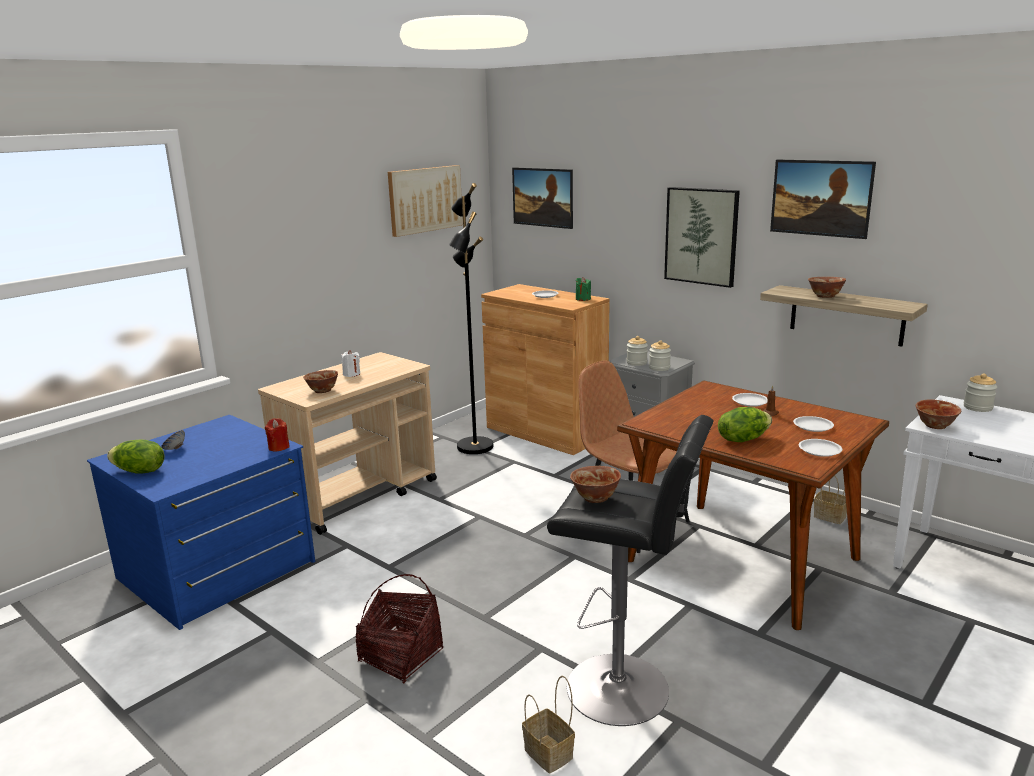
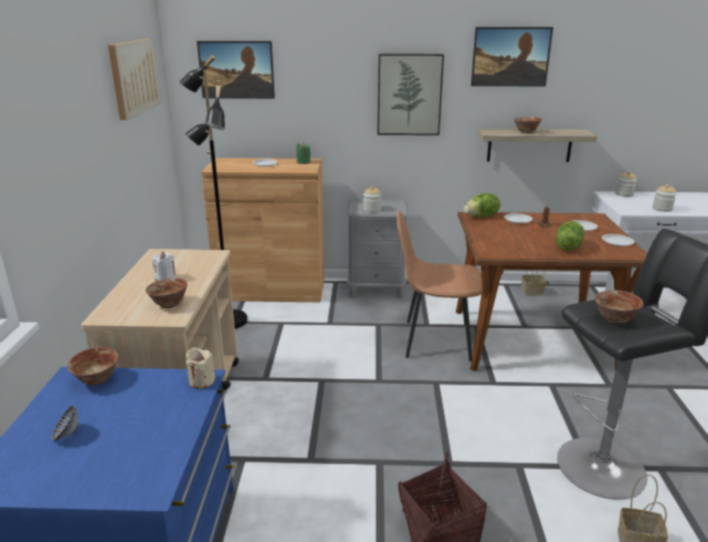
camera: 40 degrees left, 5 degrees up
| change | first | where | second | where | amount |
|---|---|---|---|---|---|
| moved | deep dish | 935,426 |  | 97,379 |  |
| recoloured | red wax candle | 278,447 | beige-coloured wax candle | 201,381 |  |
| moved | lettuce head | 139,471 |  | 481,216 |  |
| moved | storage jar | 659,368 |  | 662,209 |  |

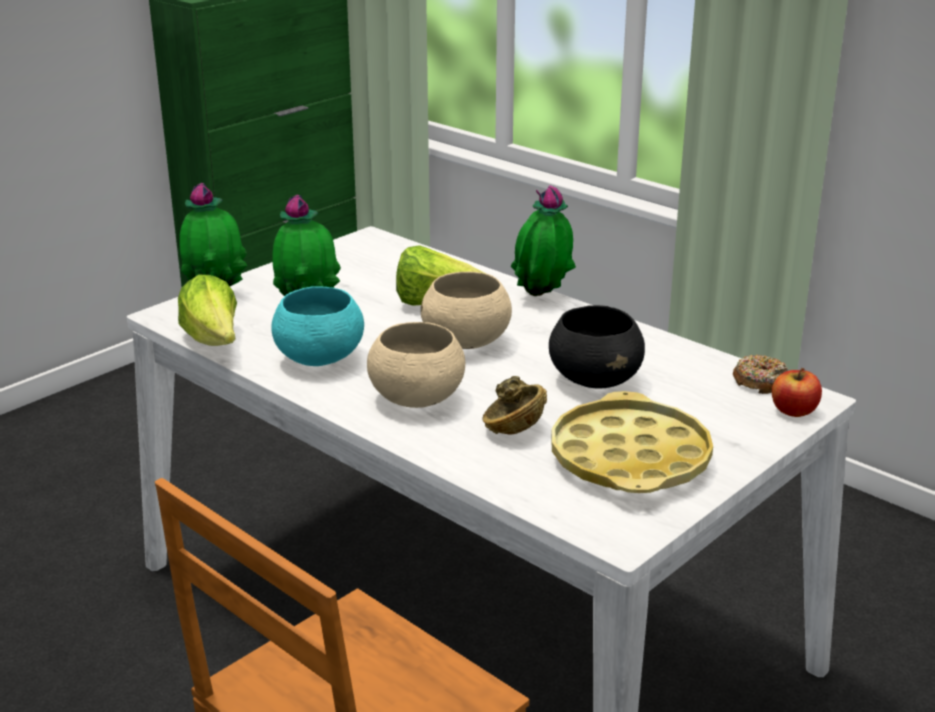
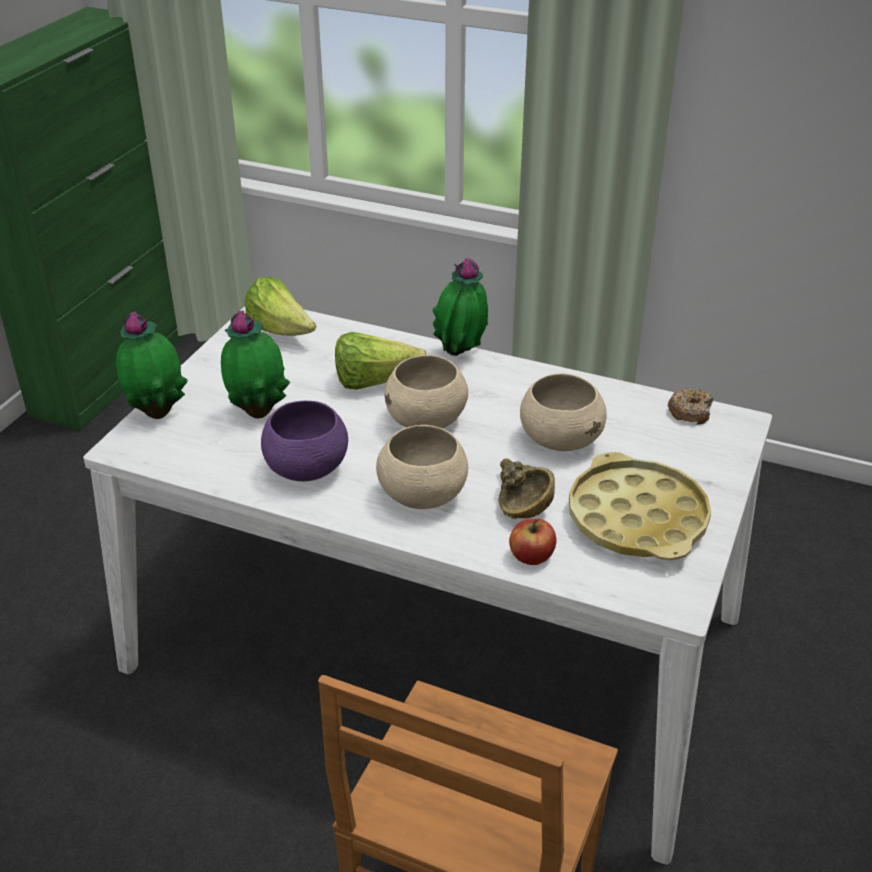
camera: 20 degrees left, 10 degrees up
| change | first | where | second | where | amount |
|---|---|---|---|---|---|
| moved | lettuce head | 214,342 |  | 281,331 |  |
| recoloured | blue-green deep dish | 319,358 | purple-coloured deep dish | 305,468 |  |
| moved | whole apple | 794,411 |  | 531,556 |  |
| recoloured | black deep dish | 595,380 | beige-coloured deep dish | 560,439 |  |

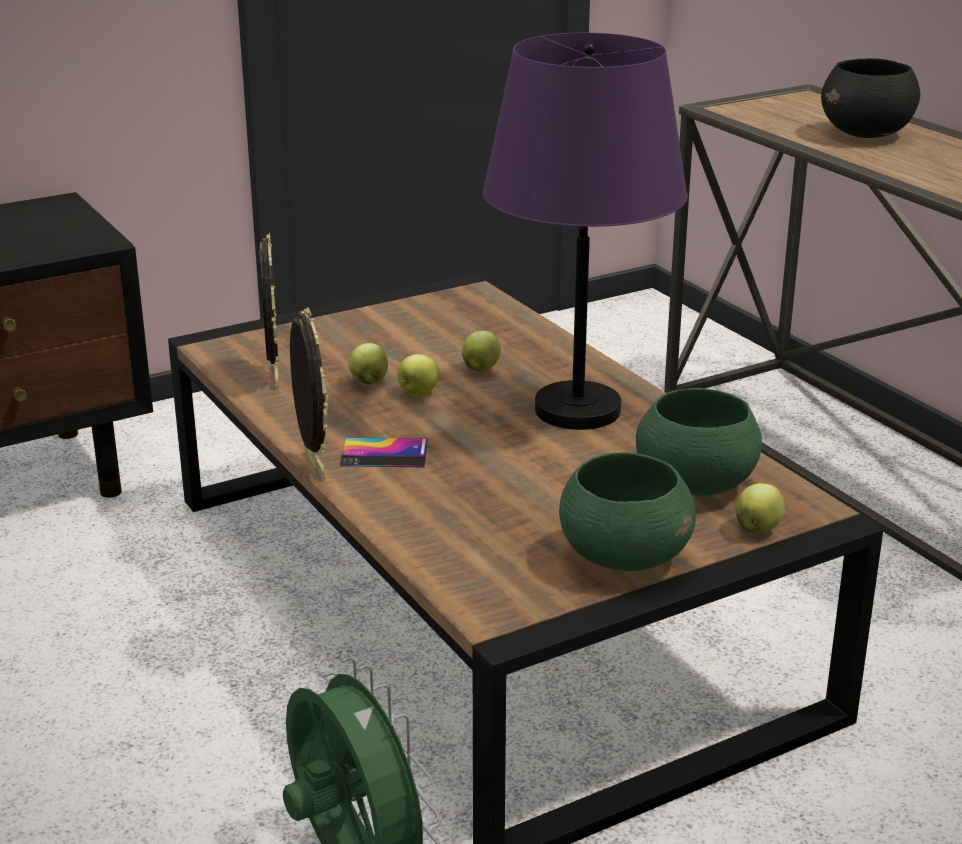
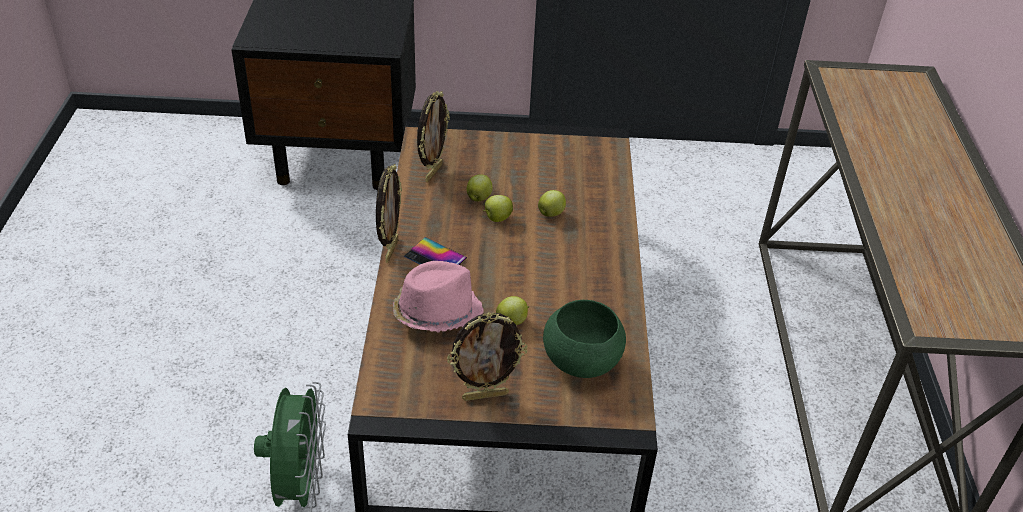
camera: 30 degrees right, 15 degrees up
| change | first | where | second | where | amount |
|---|---|---|---|---|---|
| added |  |  | pink wearable hat | 436,313 |  |
| replaced | green deep dish | 624,557 | standing frame | 485,395 |  |
| moved | whole apple | 757,529 |  | 512,321 |  |
| removed | purple-coloured lamp for a table | 578,410 |  |  |  |
| removed | black deep dish | 867,134 |  |  |  |

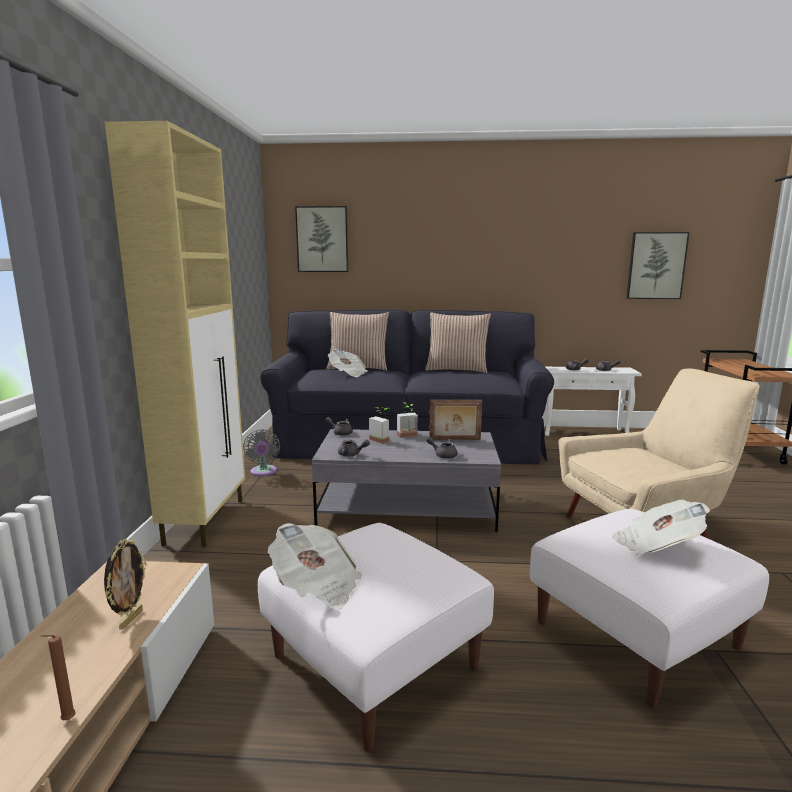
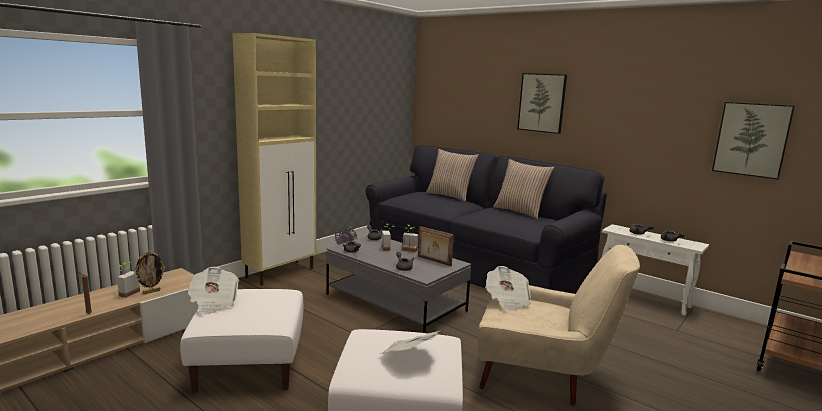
camera: 35 degrees right, 0 degrees up
| change | first | where | second | where | amount |
|---|---|---|---|---|---|
| added |  |  | plant in a pot | 126,293 |  |
| moved | printed paper | 348,373 |  | 507,300 |  |
| moved | picture | 322,239 |  | 542,103 |  |

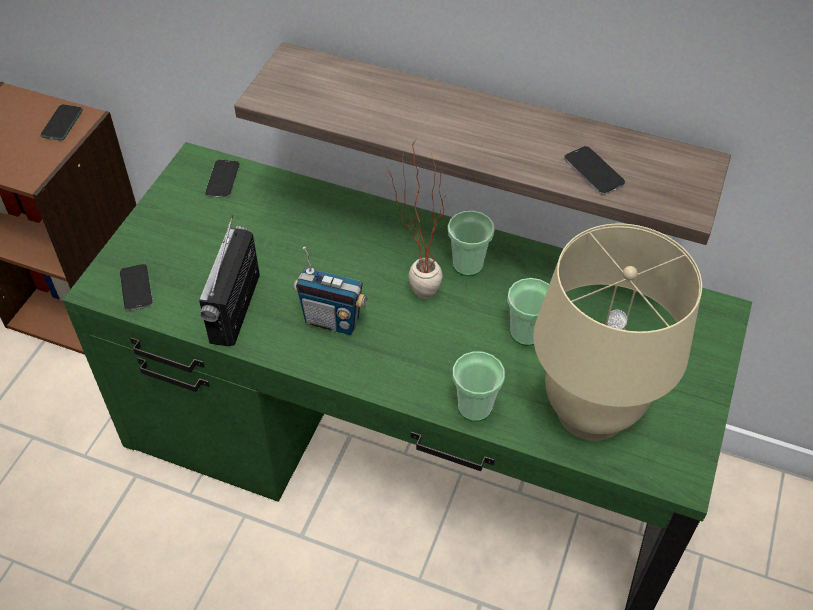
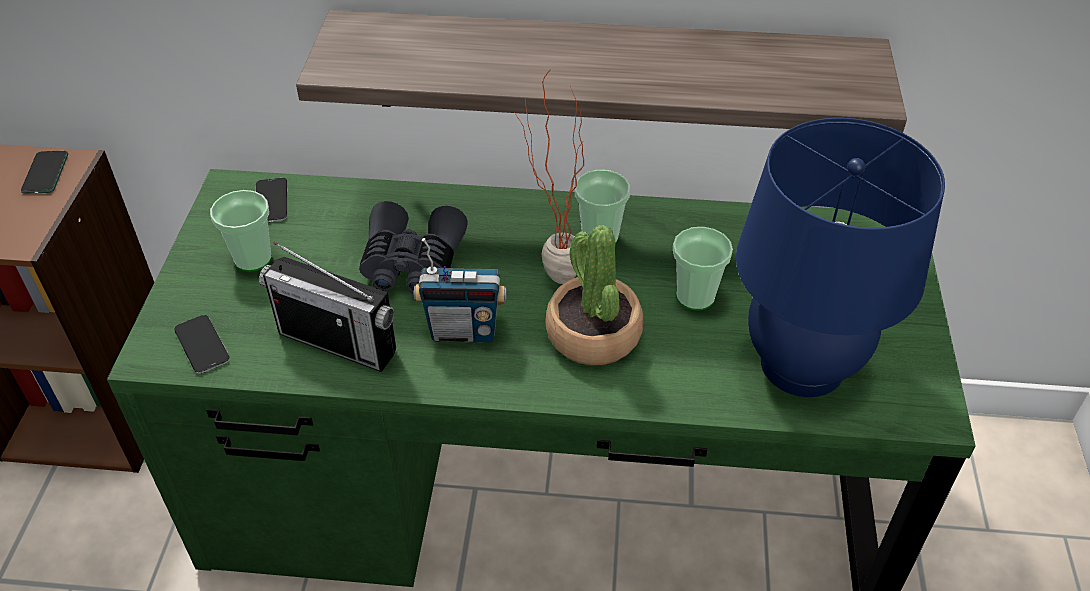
camera: 15 degrees left, 5 degrees down
| change | first | where | second | where | amount |
|---|---|---|---|---|---|
| moved | small cup | 474,407 |  | 253,259 |  |
| turned | radio receiver | 235,308 |  | 337,342 | 60 degrees counterclockwise |
| added |  |  | greyish binoculars | 411,264 |  |
| added |  |  | plant in a pot | 593,334 |  |
| recoloured | beige-coloured lamp for a table | 591,411 | bluish lamp for a table | 802,364 |  |
| removed | phone | 593,171 |  |  |  |

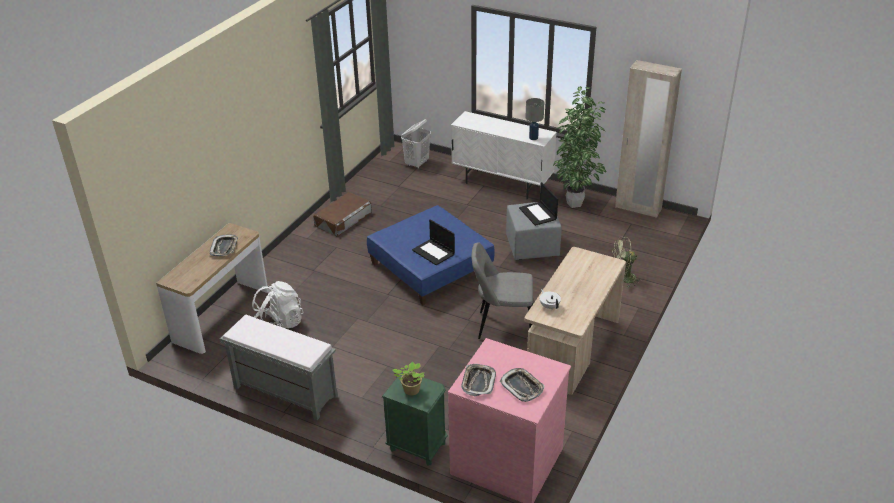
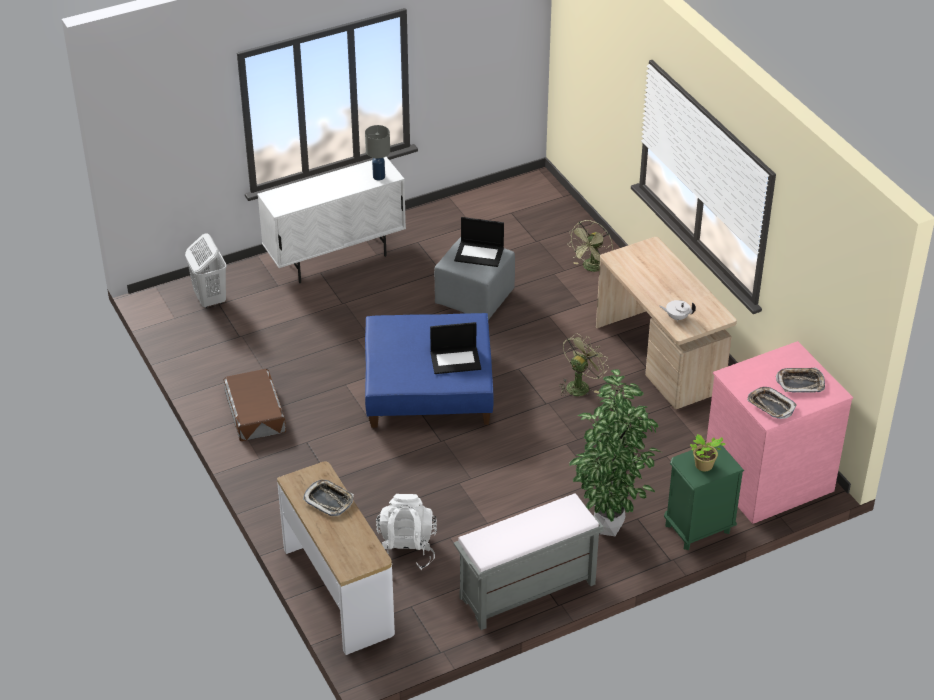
camera: 55 degrees left, 5 degrees up
| change | first | where | second | where | amount |
|---|---|---|---|---|---|
| replaced | greyish upright chair | 502,326 | green electric fan | 580,385 |  |
| moved | plant in a pot | 576,203 |  | 609,525 |  |
| removed | beige-coloured wardrobe | 638,208 |  |  |  |

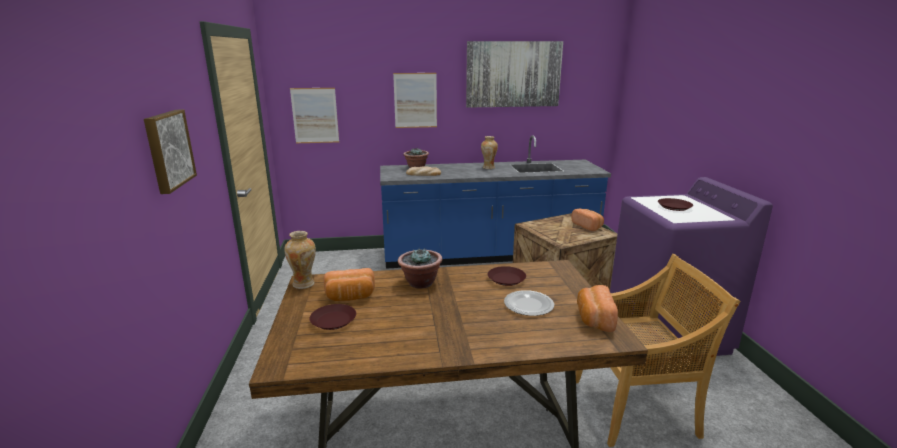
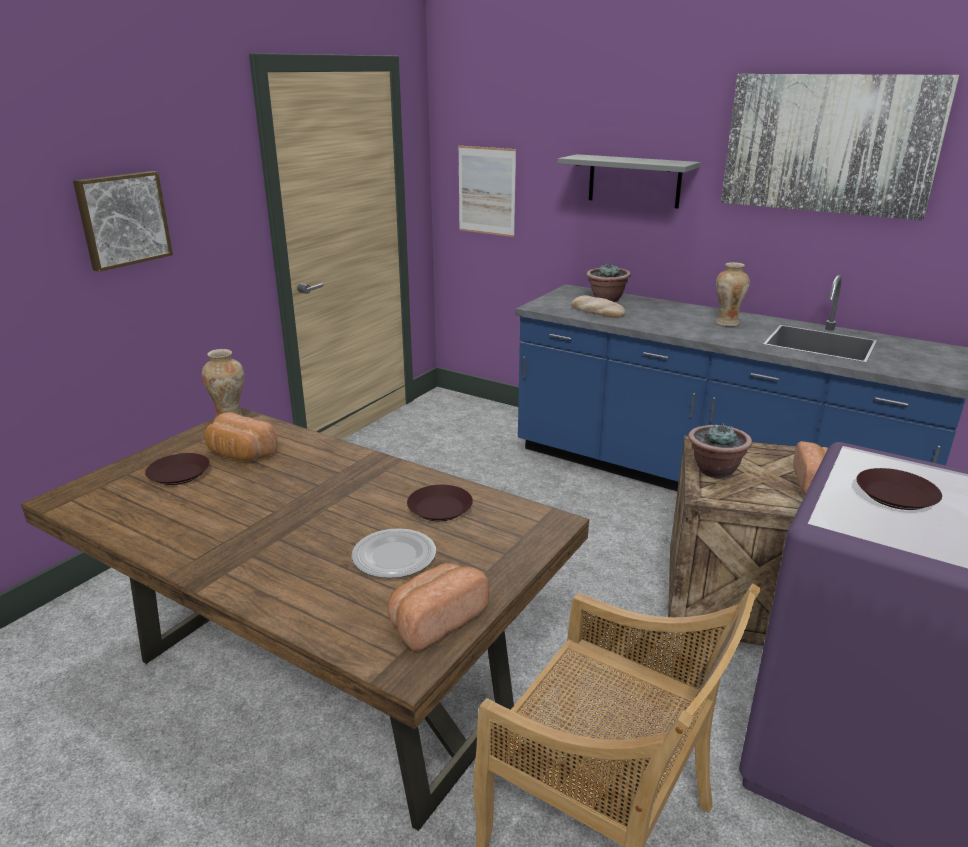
camera: 40 degrees right, 5 degrees up
| change | first | where | second | where | amount |
|---|---|---|---|---|---|
| replaced | picture | 415,100 | greyish shelf | 634,181 |  |
| moved | plant in a pot | 420,283 |  | 714,470 |  |

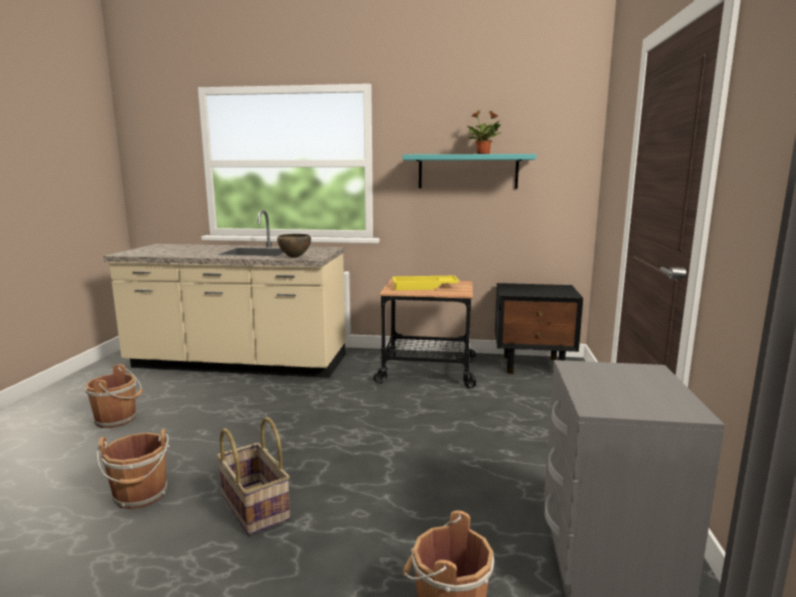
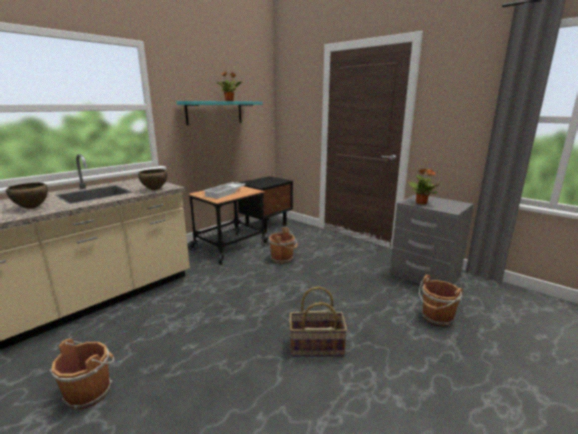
camera: 55 degrees left, 5 degrees up
| change | first | where | second | where | amount |
|---|---|---|---|---|---|
| added |  |  | brown-coloured deep dish | 32,208 |  |
| recoloured | yellowish carrying tray | 424,287 | whitish carrying tray | 226,193 |  |
| moved | brown-coloured bucket | 141,496 |  | 283,259 |  |
| added |  |  | plant in a pot | 421,202 |  |

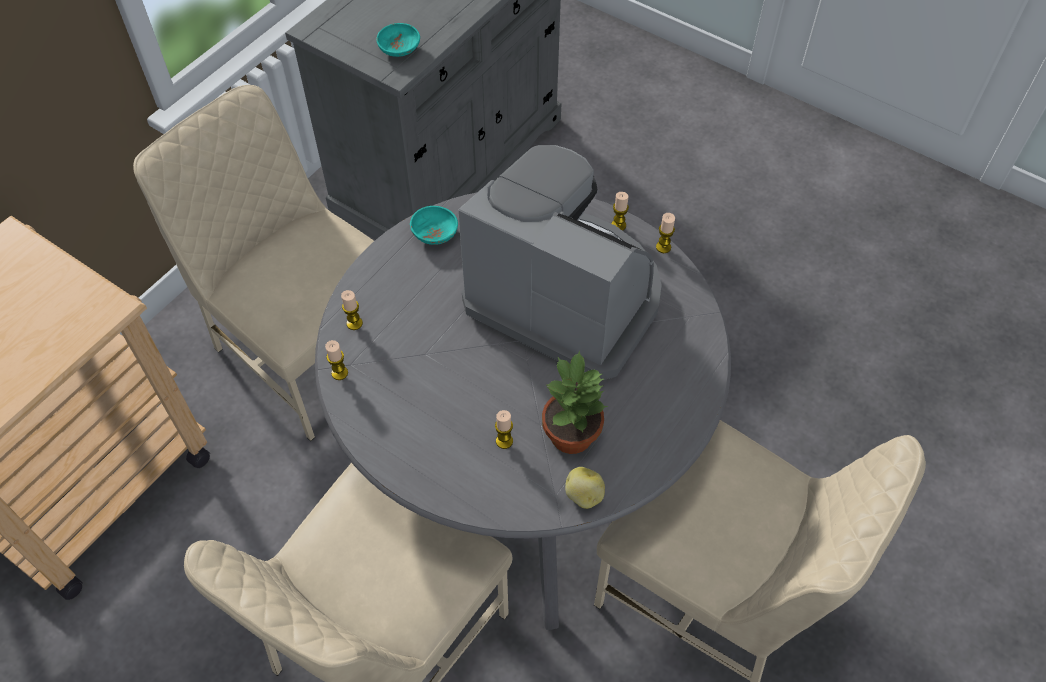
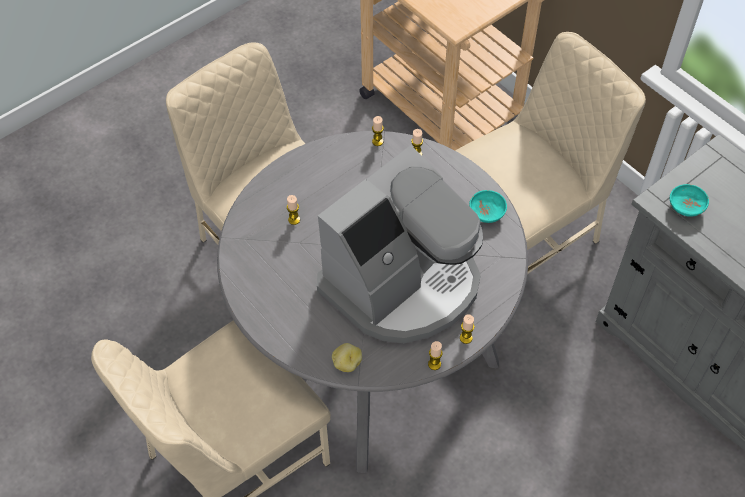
camera: 105 degrees right, 0 degrees up
| change | first | where | second | where | amount |
|---|---|---|---|---|---|
| moved | spud | 584,495 |  | 346,363 |  |
| removed | plant in a pot | 572,434 |  |  |  |

